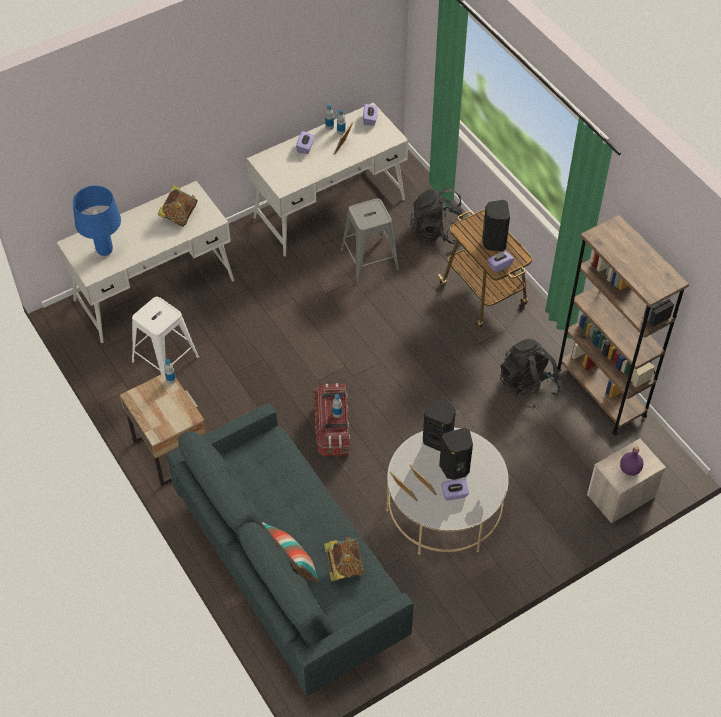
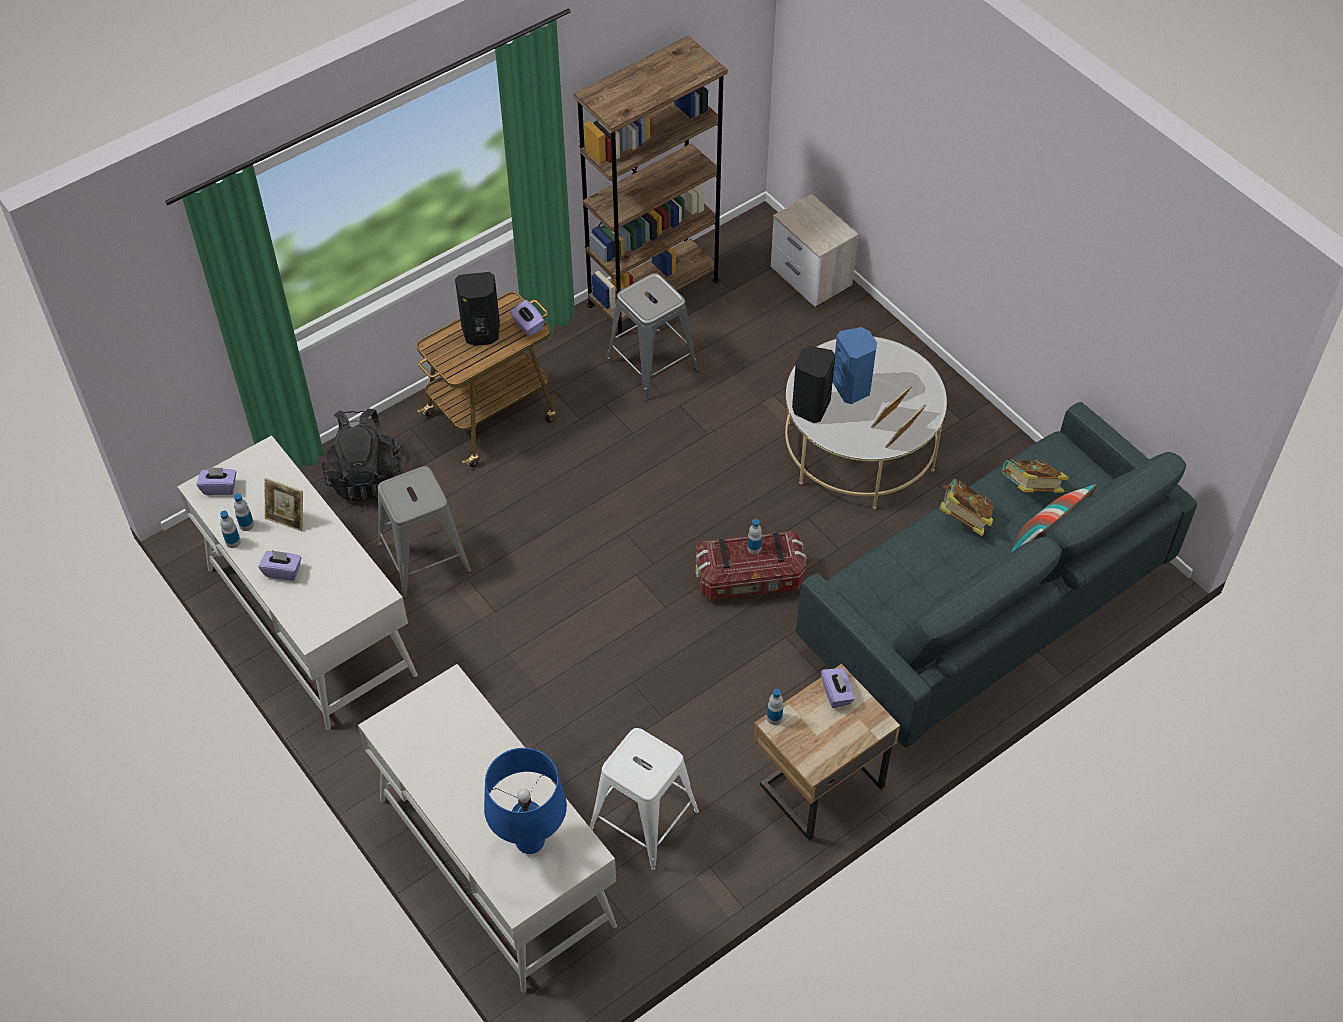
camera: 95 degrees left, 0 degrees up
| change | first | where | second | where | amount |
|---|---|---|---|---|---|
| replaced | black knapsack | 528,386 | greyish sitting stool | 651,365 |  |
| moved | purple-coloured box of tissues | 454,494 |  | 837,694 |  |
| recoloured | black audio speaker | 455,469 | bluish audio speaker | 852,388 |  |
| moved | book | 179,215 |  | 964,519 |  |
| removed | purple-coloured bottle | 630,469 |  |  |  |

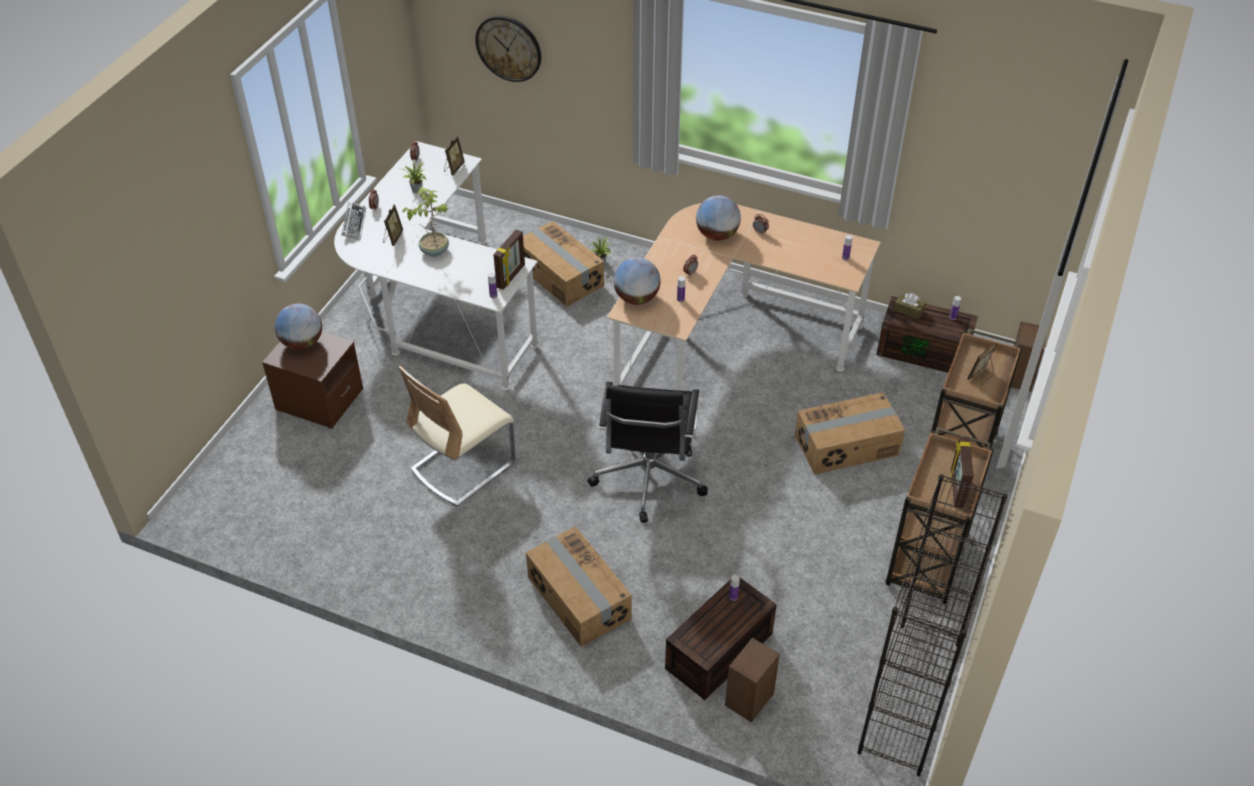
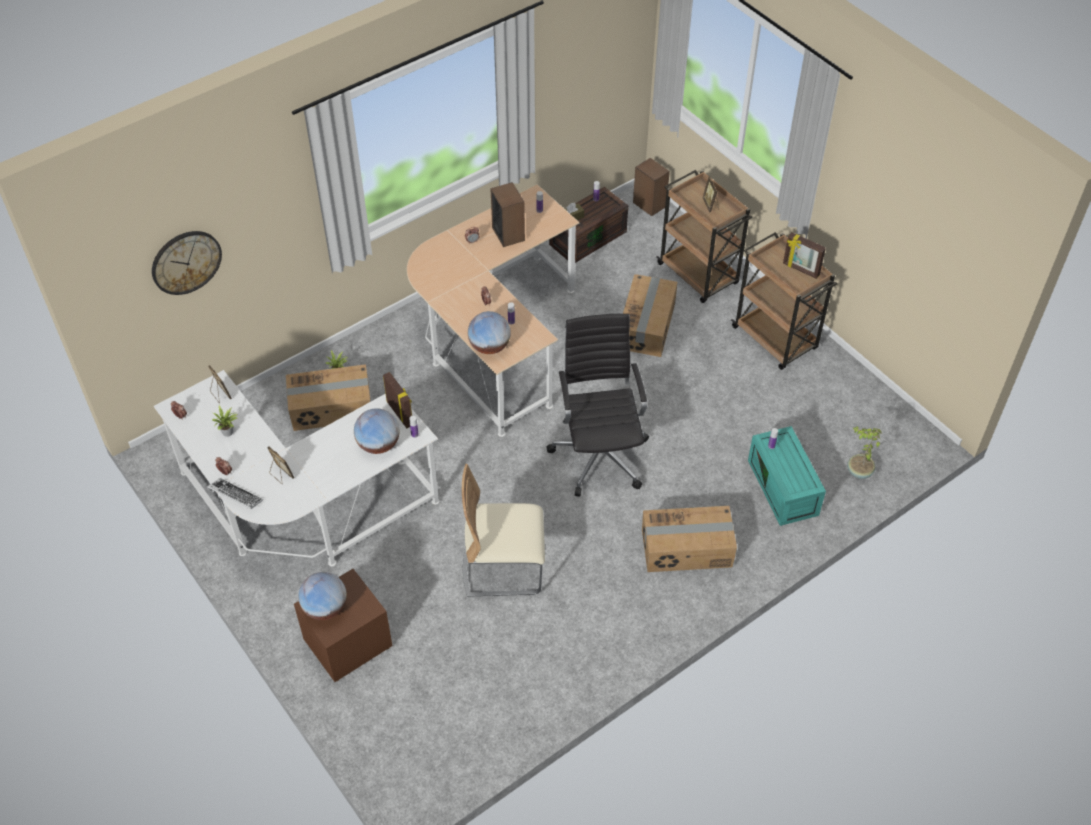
camera: 60 degrees left, 5 degrees up
| change | first | where | second | where | amount |
|---|---|---|---|---|---|
| moved | globe | 717,235 |  | 378,444 |  |
| turned | beige-coloured upright chair | 463,466 |  | 503,567 | 105 degrees clockwise |
| moved | audio speaker | 749,699 |  | 508,234 |  |
| turned | black office chair | 648,479 |  | 600,454 | 135 degrees counterclockwise |
| recoloured | brown-coloured storage bin | 719,653 | blue-green storage bin | 784,488 |  |
| moved | plant in a pot | 434,250 |  | 858,472 |  |
| removed | black bookcase | 910,698 |  |  |  |

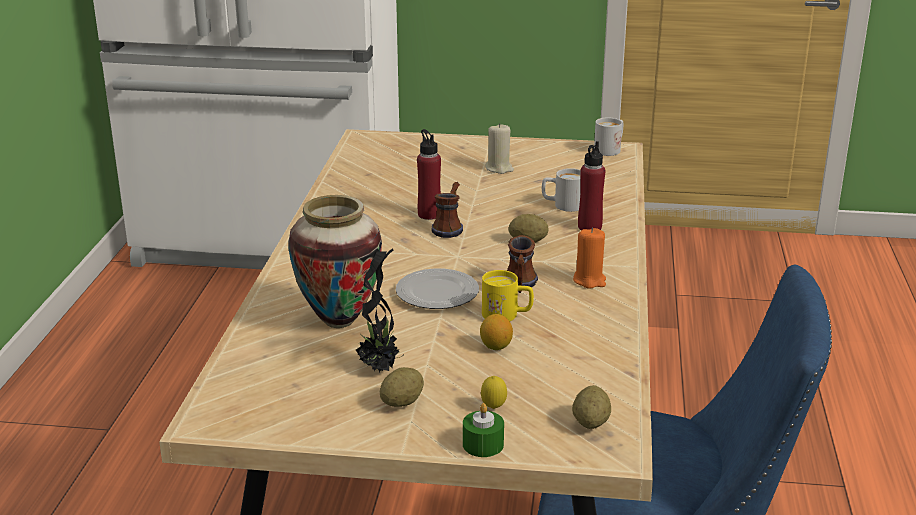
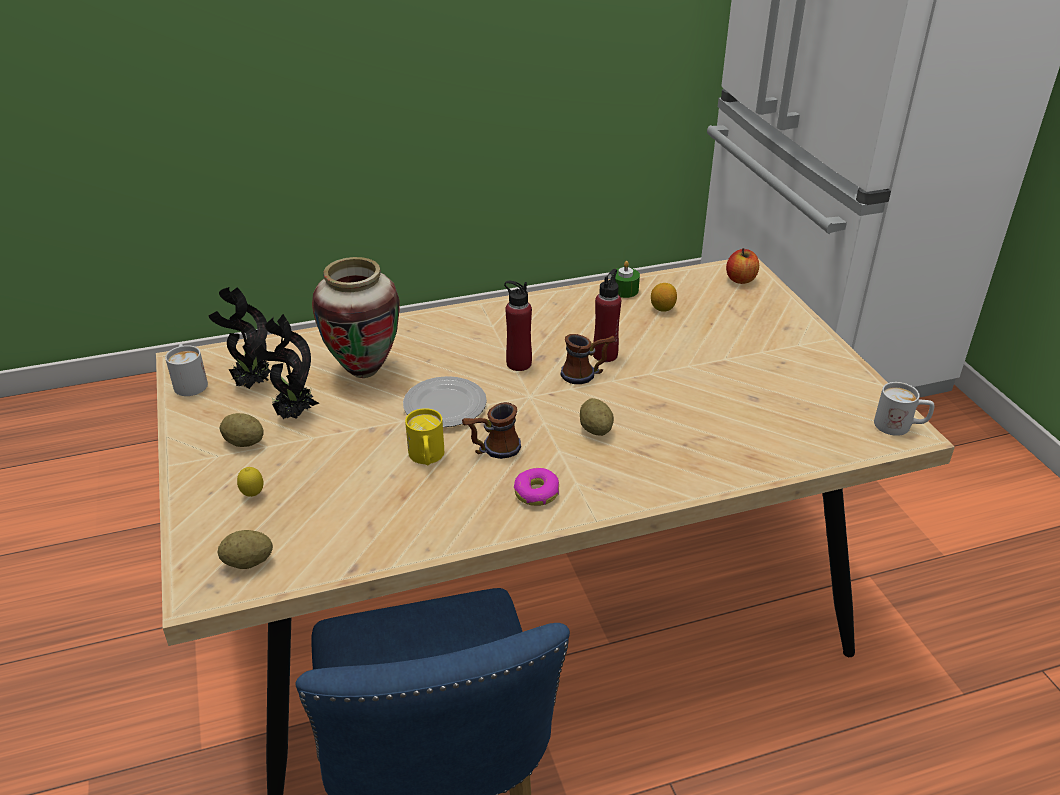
camera: 65 degrees right, 10 degrees up
| change | first | where | second | where | amount |
|---|---|---|---|---|---|
| moved | whitish mug | 562,205 |  | 190,382 |  |
| added |  |  | plant in a pot | 251,385 |  |
| moved | red bottle | 589,227 |  | 518,363 |  |
| replaced | orangey wax candle | 589,280 | donut | 536,493 |  |
| moved | green wax candle | 483,444 |  | 624,290 |  |
| moved | lemon | 495,346 |  | 662,308 |  |
| added |  |  | whole apple | 740,279 |  |
| removed | beige-coloured wax candle | 499,168 |  |  |  |

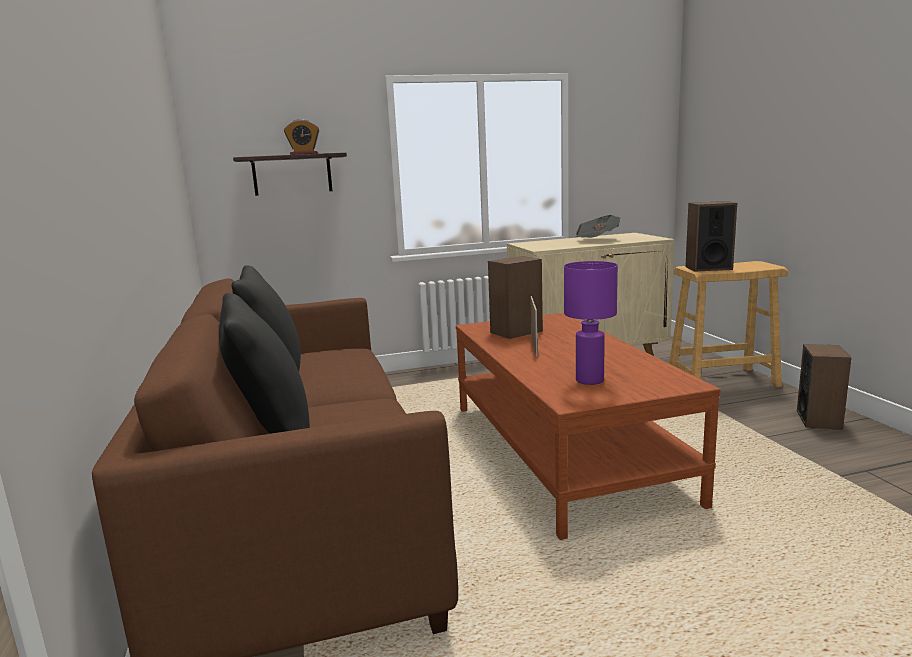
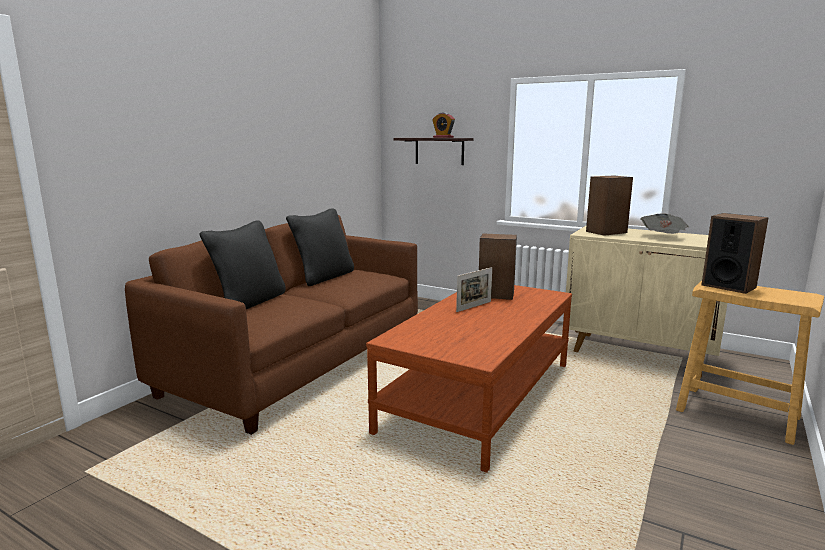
camera: 45 degrees right, 0 degrees up
| change | first | where | second | where | amount |
|---|---|---|---|---|---|
| moved | audio speaker | 819,420 |  | 606,232 |  |
| removed | purple-coloured lamp for a table | 589,380 |  |  |  |

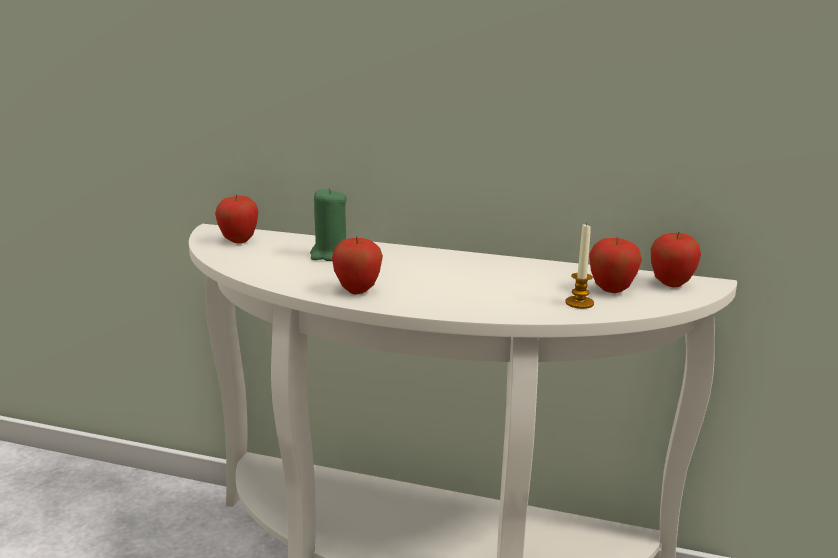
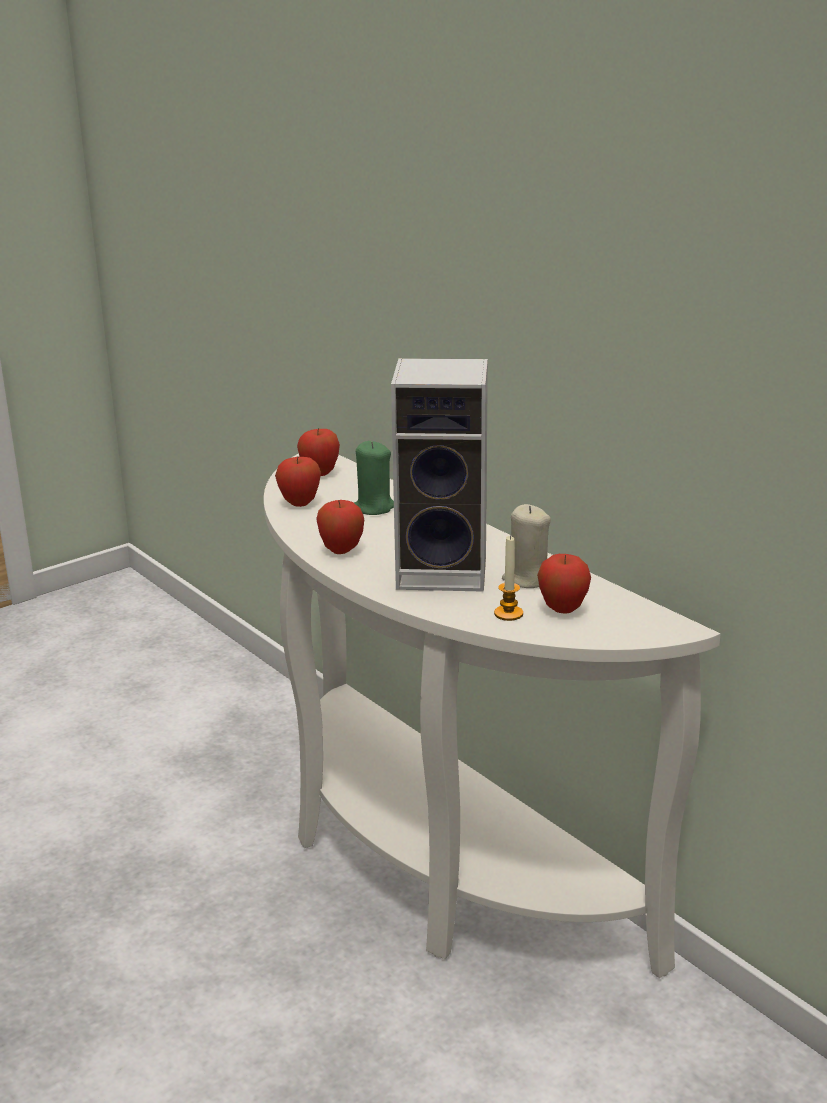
camera: 35 degrees right, 5 degrees up
| change | first | where | second | where | amount |
|---|---|---|---|---|---|
| moved | whole apple | 671,284 |  | 299,503 |  |
| added |  |  | audio speaker | 446,571 |  |
| added |  |  | beige-coloured wax candle | 527,579 |  |

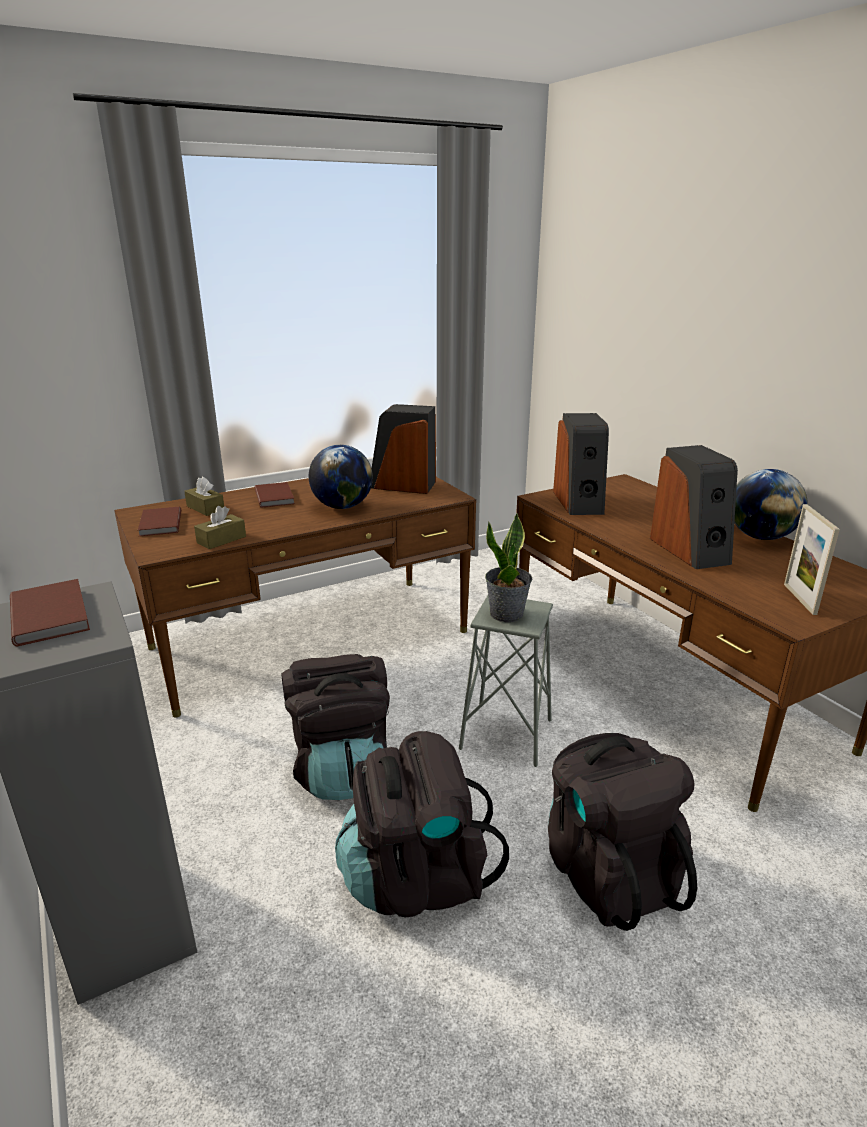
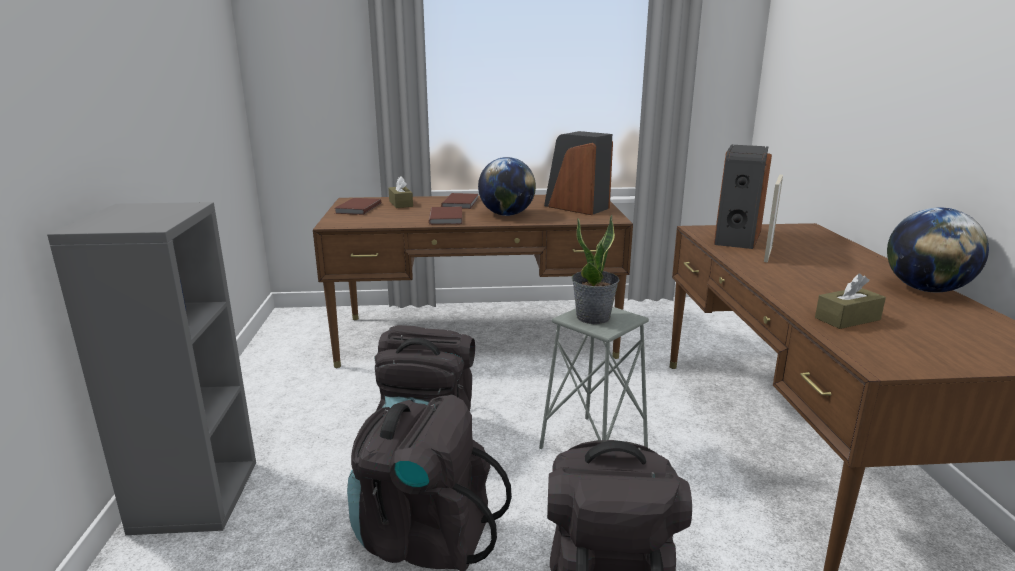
camera: 25 degrees right, 5 degrees down
| change | first | where | second | where | amount |
|---|---|---|---|---|---|
| moved | brown-coloured book | 52,614 |  | 447,217 |  |
| moved | standing frame | 799,599 |  | 768,254 |  |
| moved | brown-coloured box of tissues | 221,540 |  | 847,319 |  |
| removed | audio speaker | 690,550 |  |  |  |

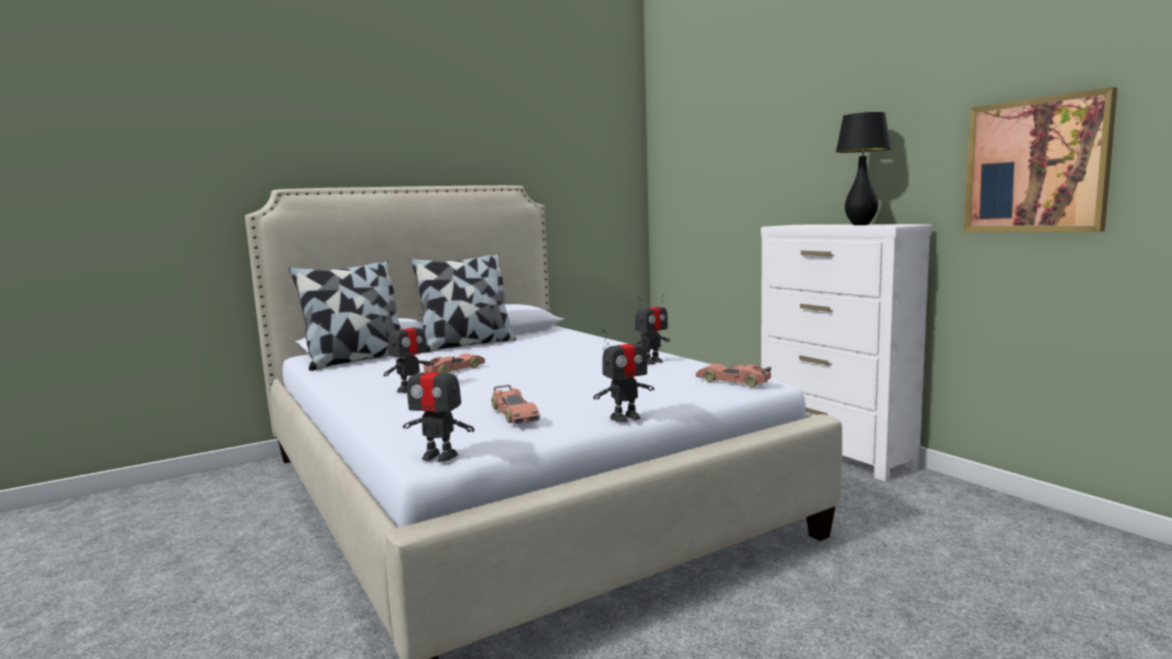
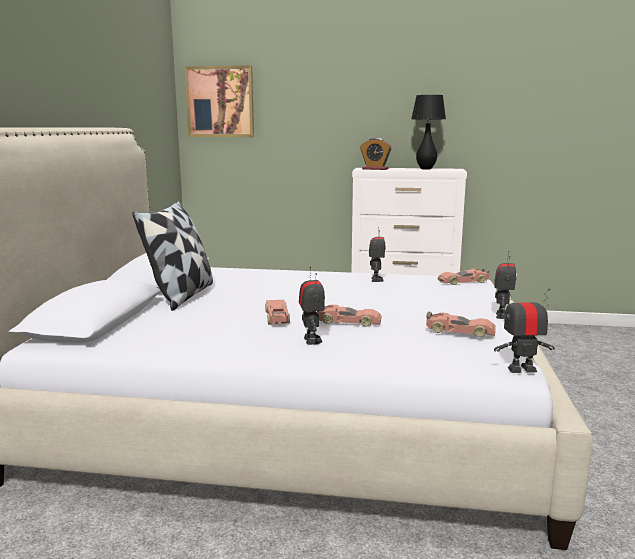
camera: 50 degrees left, 5 degrees up
| change | first | where | second | where | amount |
|---|---|---|---|---|---|
| moved | picture | 1036,165 |  | 220,102 |  |
| added |  |  | toy car | 348,322 |  |
| added |  |  | alarm clock | 375,169 |  |
| turned | robot figure | 439,456 |  | 521,369 | 150 degrees counterclockwise |
| removed | throw pillow | 357,360 |  |  |  |

